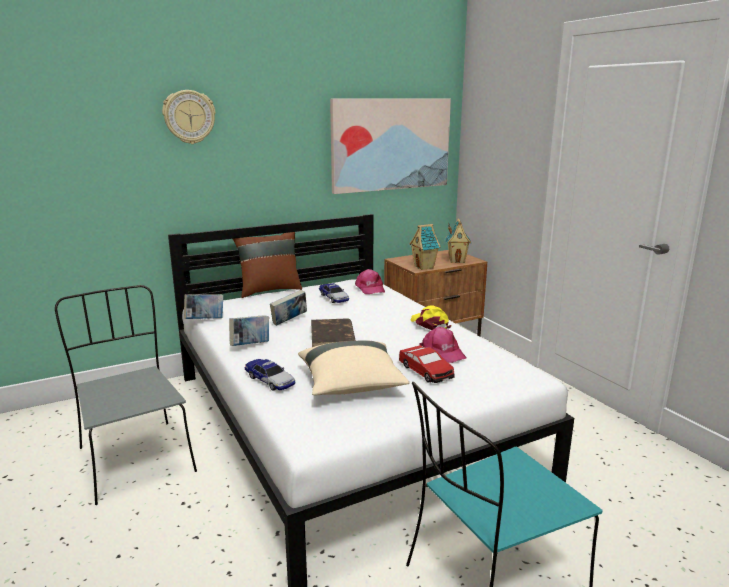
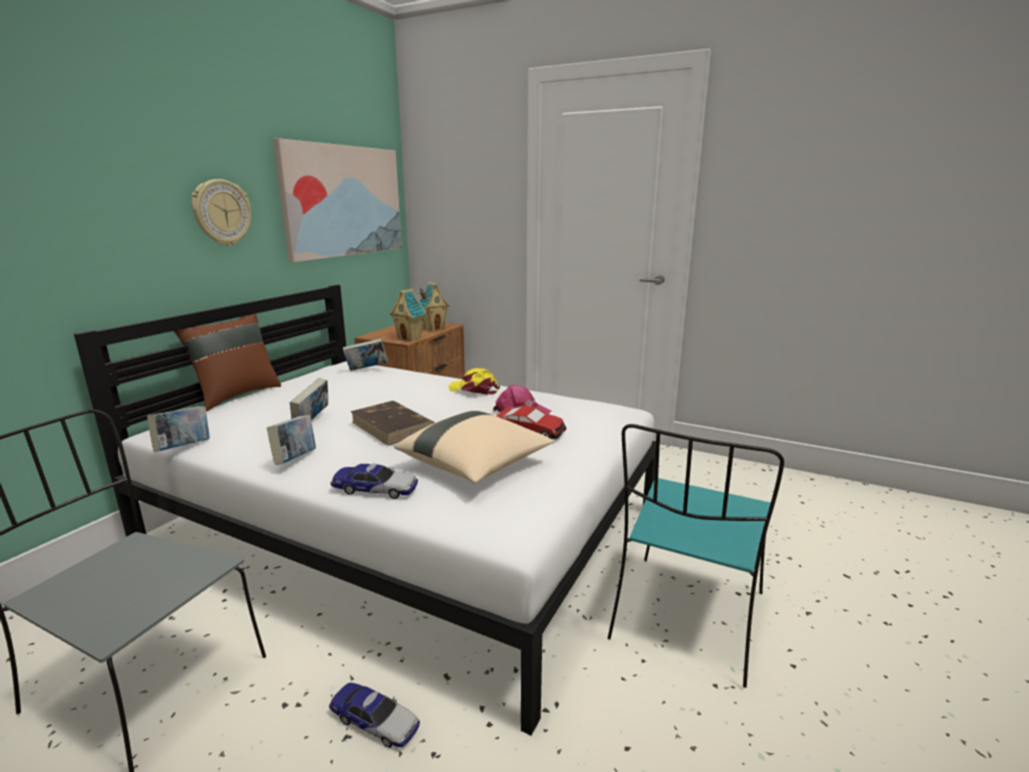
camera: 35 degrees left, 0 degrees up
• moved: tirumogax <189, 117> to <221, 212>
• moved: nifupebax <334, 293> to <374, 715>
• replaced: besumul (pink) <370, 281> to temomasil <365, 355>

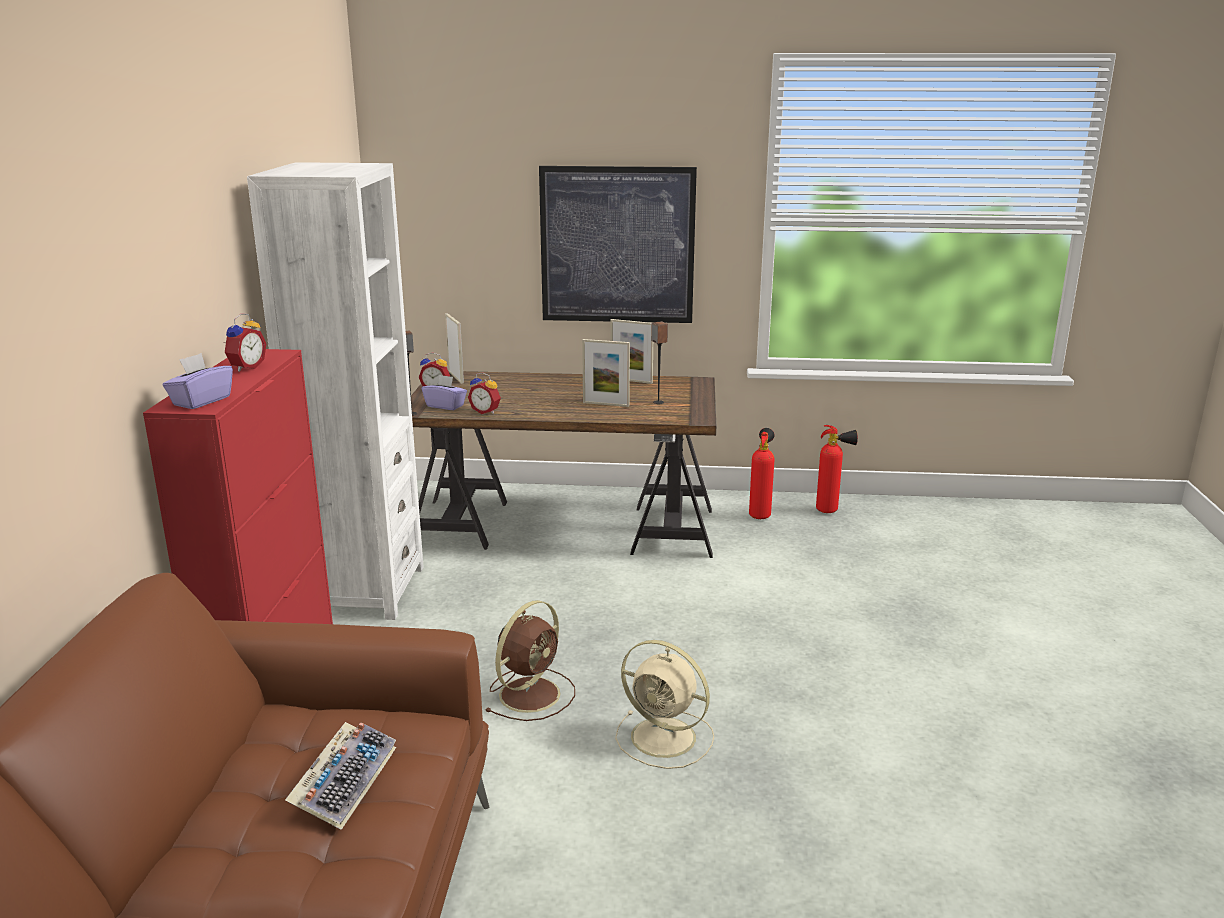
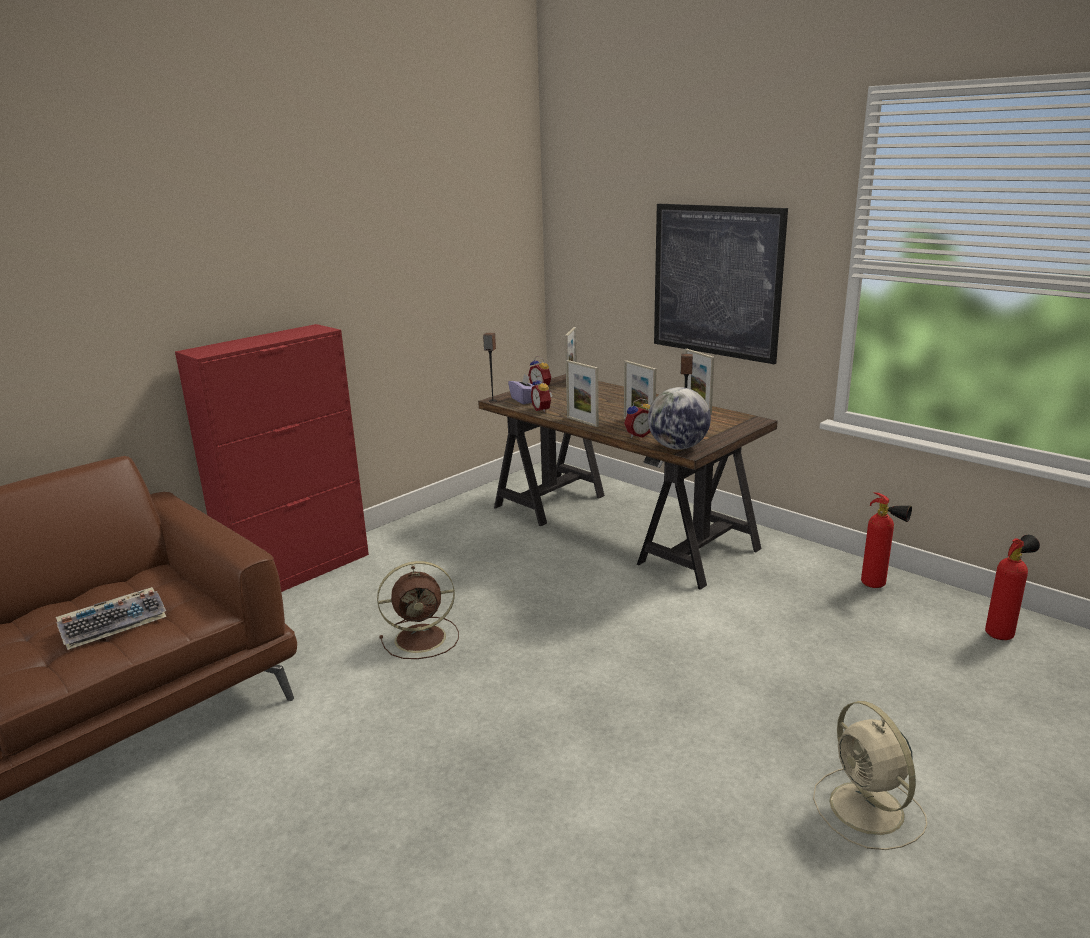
camera: 40 degrees right, 0 degrees up
• removed: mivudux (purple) <198, 381>
• moved: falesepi <245, 342> to <637, 418>
• removed: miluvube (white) <335, 391>
• moved: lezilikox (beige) <664, 704> to <870, 775>
• moved: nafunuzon <762, 473> to <1012, 587>
• added: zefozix <582, 393>
• added: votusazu <679, 418>

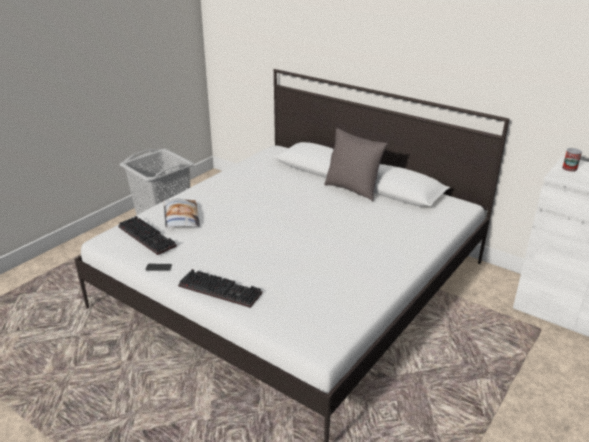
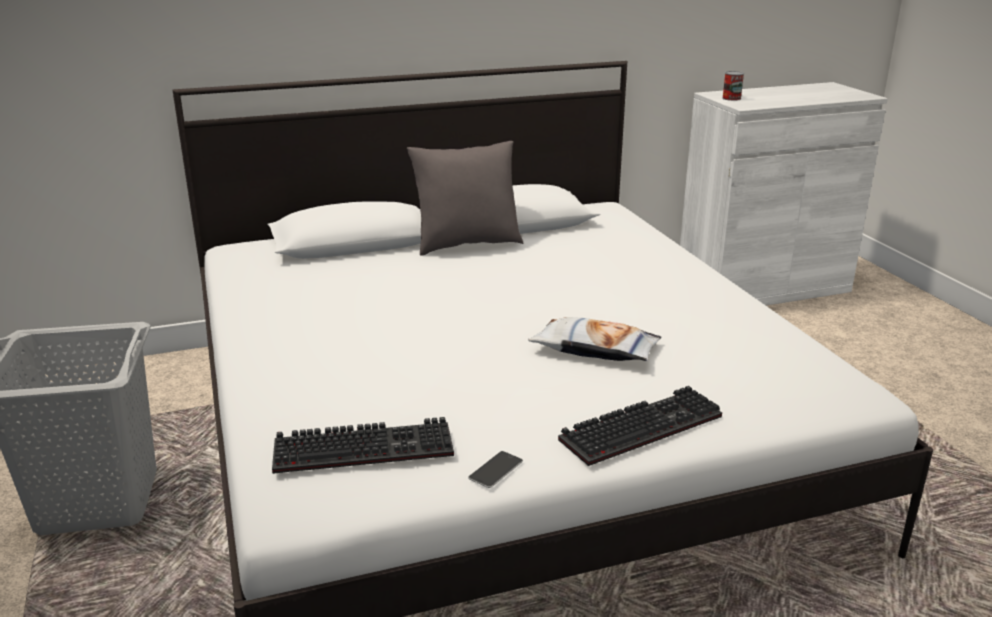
camera: 55 degrees left, 5 degrees down
• moved: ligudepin <181, 213> to <594, 339>

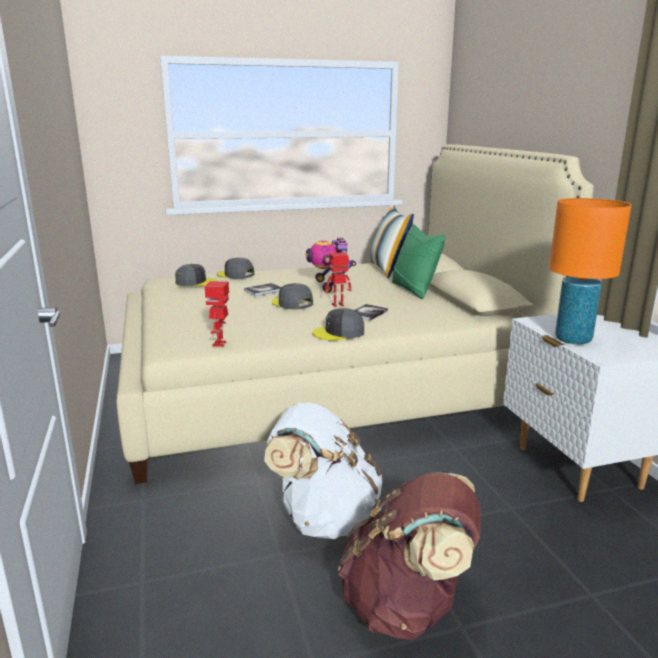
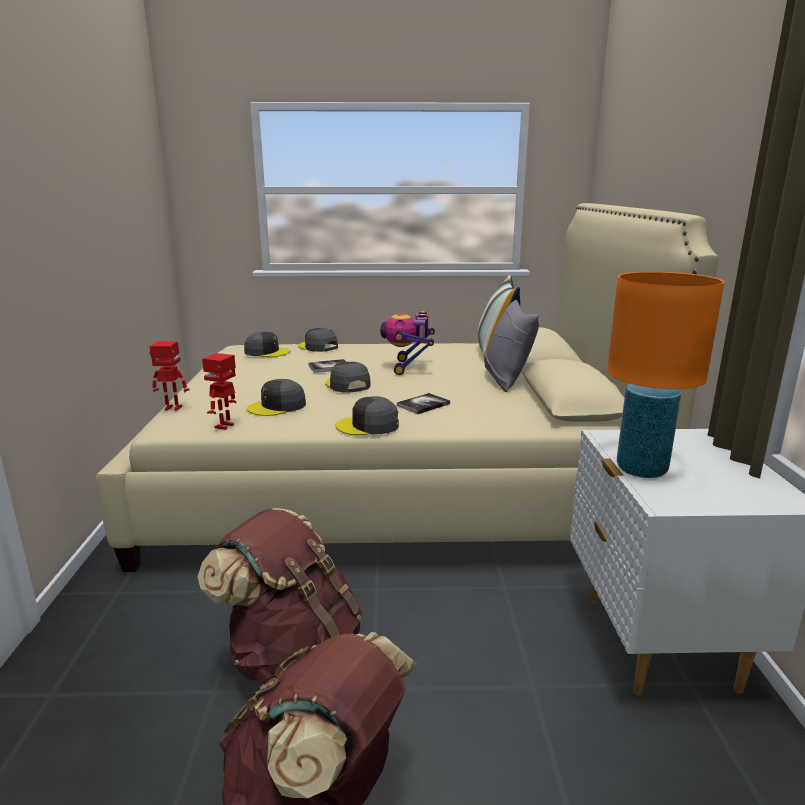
camera: 15 degrees right, 0 degrees up
• recoloured: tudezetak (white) <323, 470> to tudezetak (brown) <280, 596>
• moved: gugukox <338, 279> to <169, 376>
• recoloured: ligudepin (green) <419, 261> to ligudepin (grey) <512, 346>
• added: besumul (grey) <276, 397>

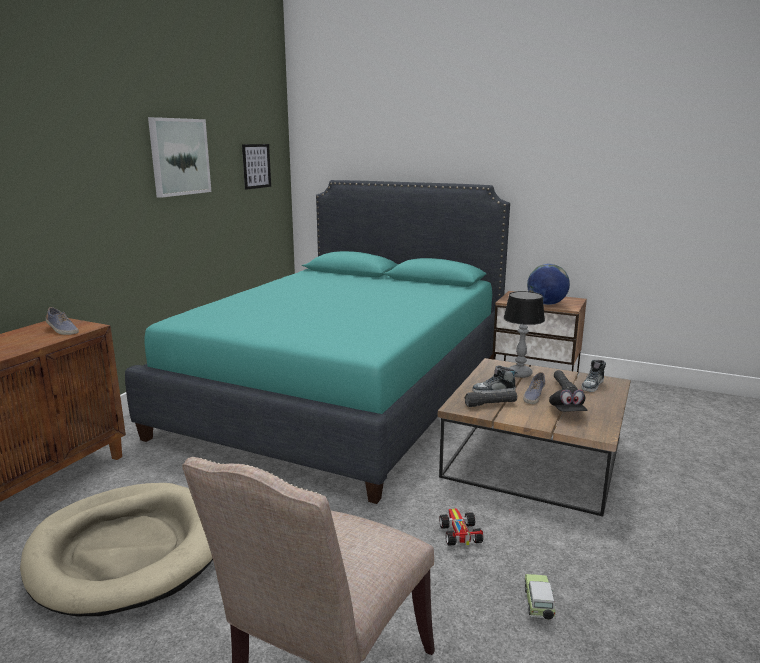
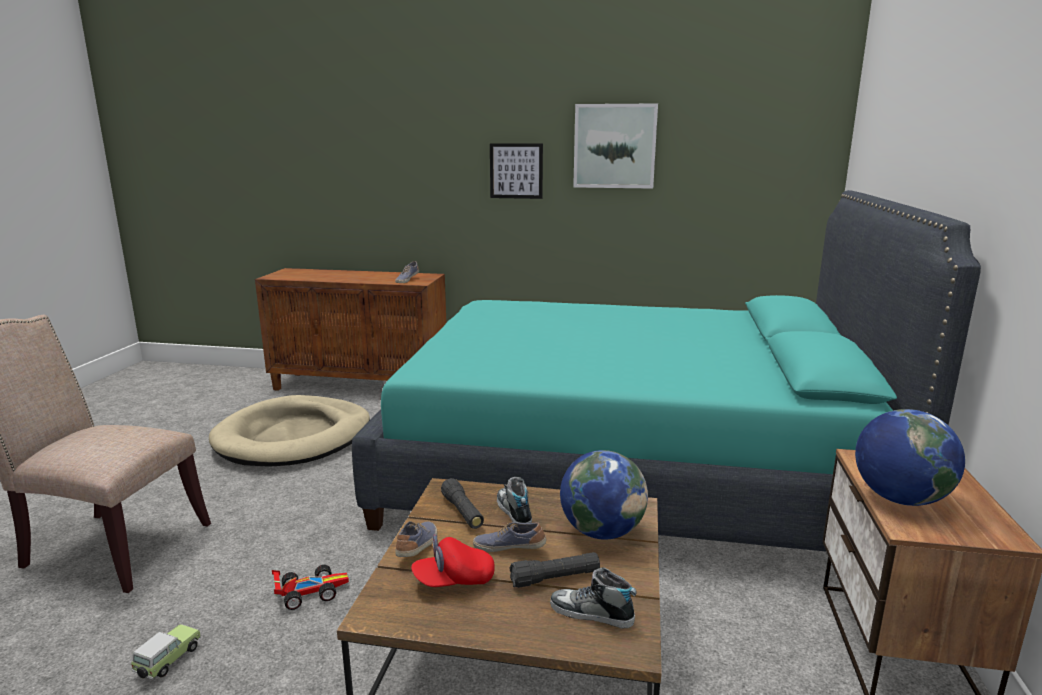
camera: 75 degrees right, 0 degrees up
• moved: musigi <256, 167> to <516, 171>
• replaced: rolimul <524, 334> to votusazu <604, 495>
• turned: nifupebax <540, 597> = <166, 651> 60 degrees counterclockwise
• recoloured: besumul (black) <568, 400> to besumul (red) <453, 560>
• added: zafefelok <416, 539>

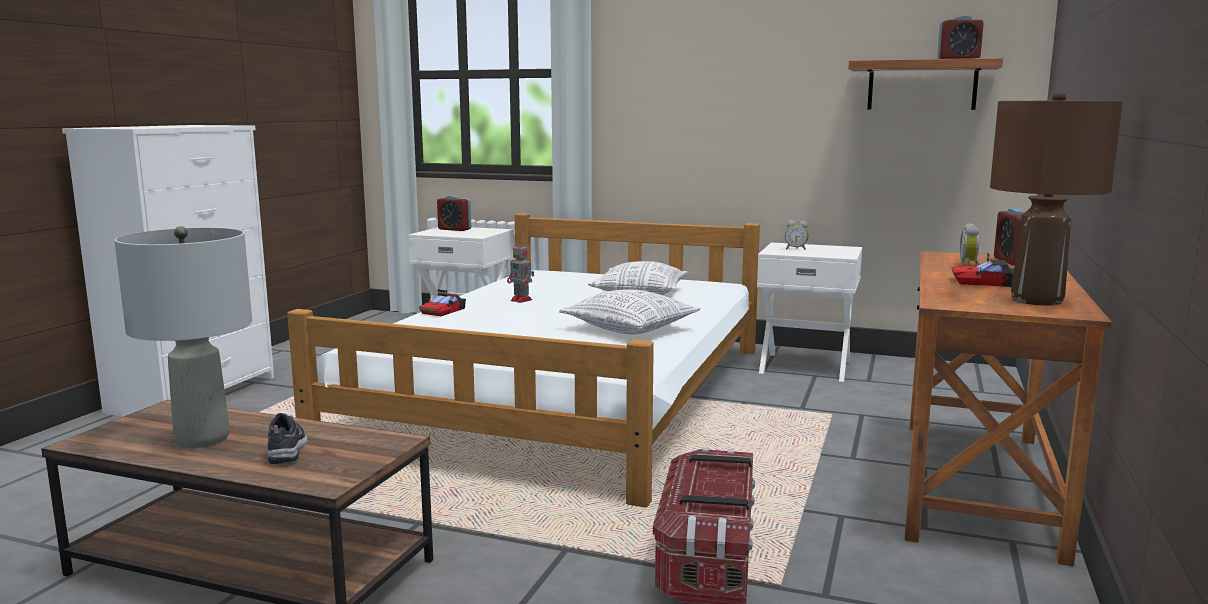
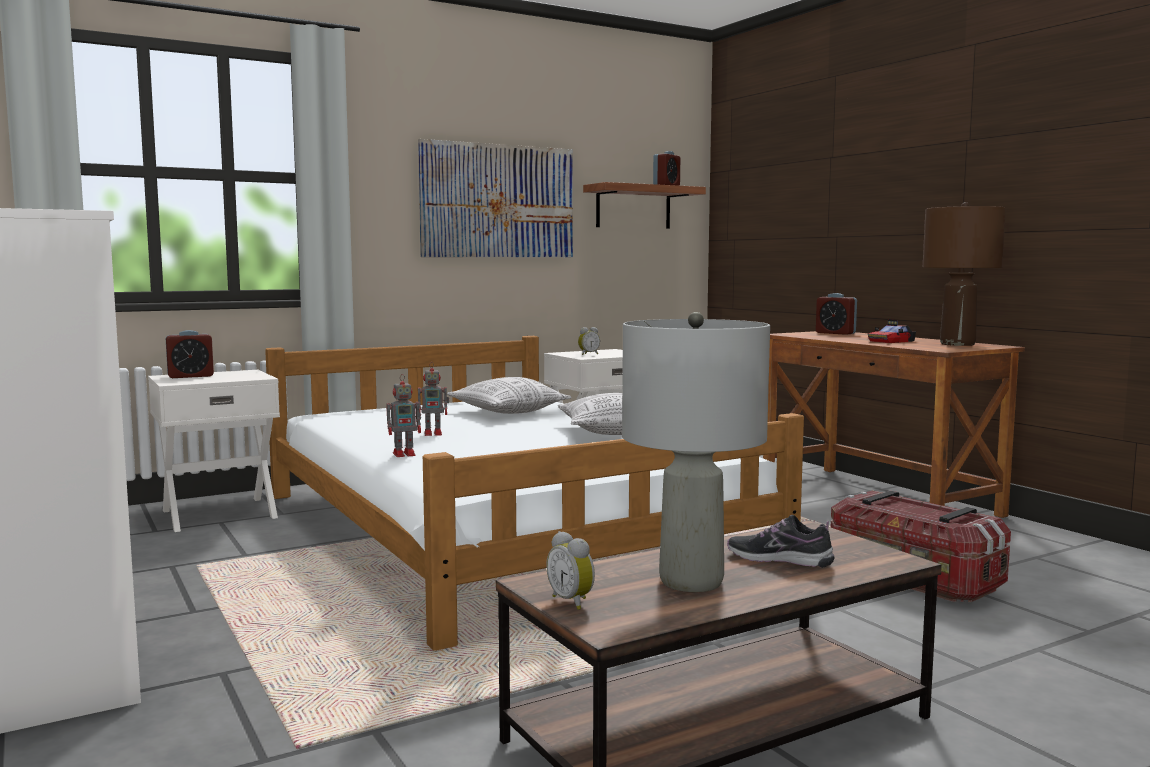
camera: 50 degrees left, 5 degrees down
• replaced: nifupebax <442, 303> to gugukox <404, 415>
• moved: falesepi <970, 244> to <570, 570>
• added: musigi <495, 198>

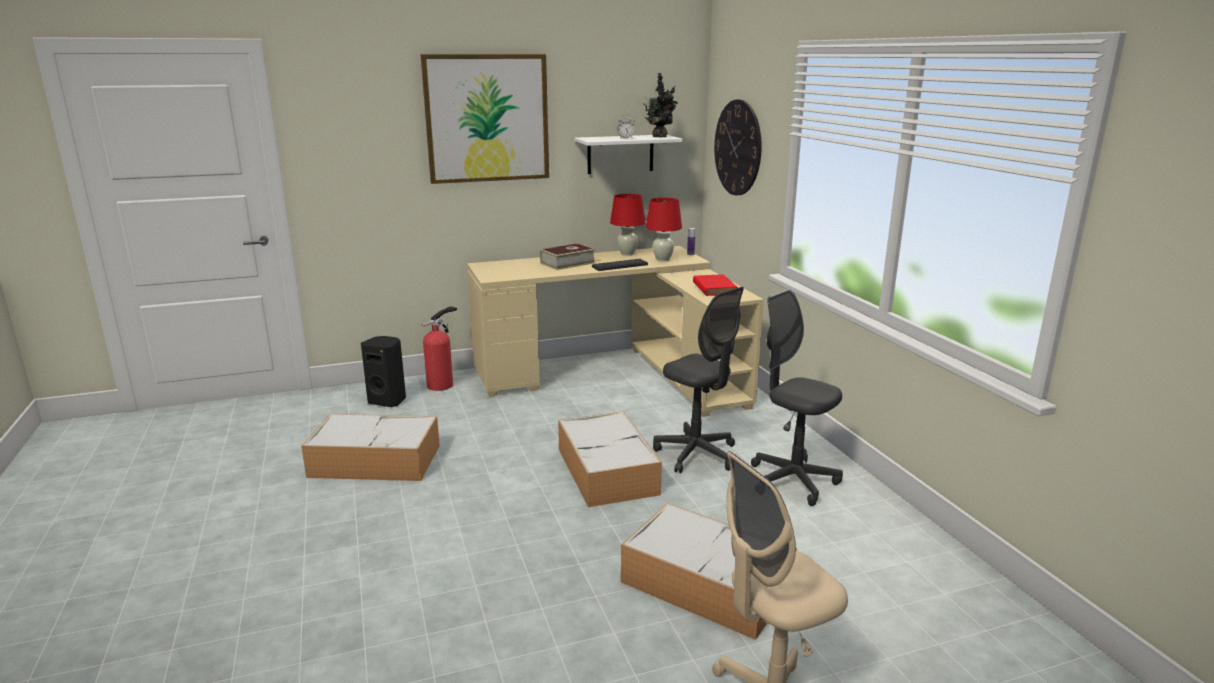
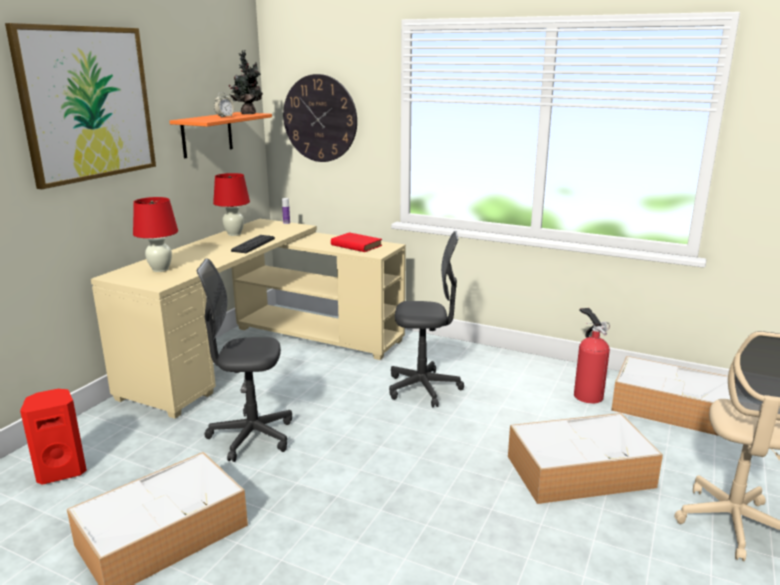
camera: 45 degrees left, 0 degrees up
• recoloured: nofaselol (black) <383, 371> to nofaselol (red) <53, 437>
• moved: nafunuzon <439, 348> to <592, 355>
• removed: temomasil <568, 256>
• moved: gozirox <610, 459> to <671, 396>
• recoloured: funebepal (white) <628, 154> to funebepal (orange) <221, 135>
• moved: rolimul (red) <664, 230> to <155, 234>
• moved: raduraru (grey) <797, 397> to <244, 360>

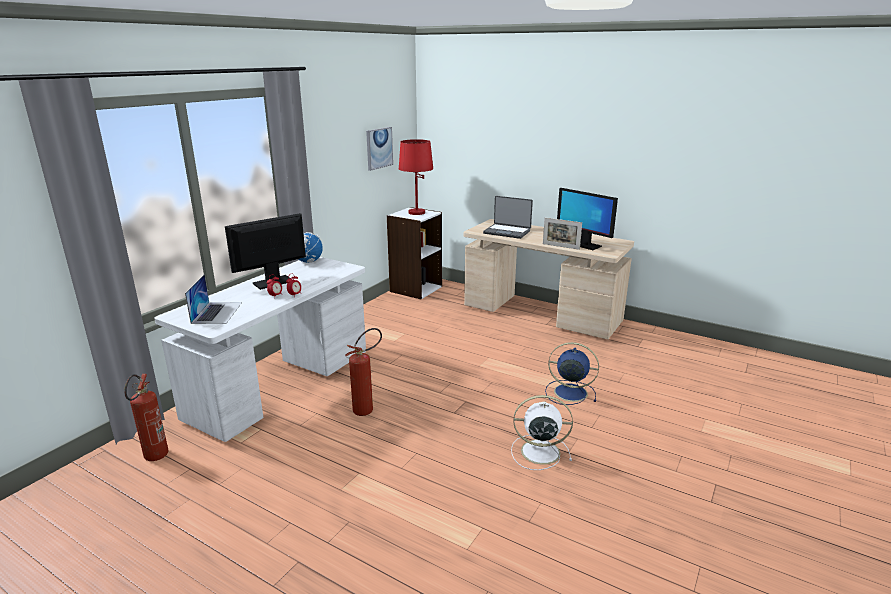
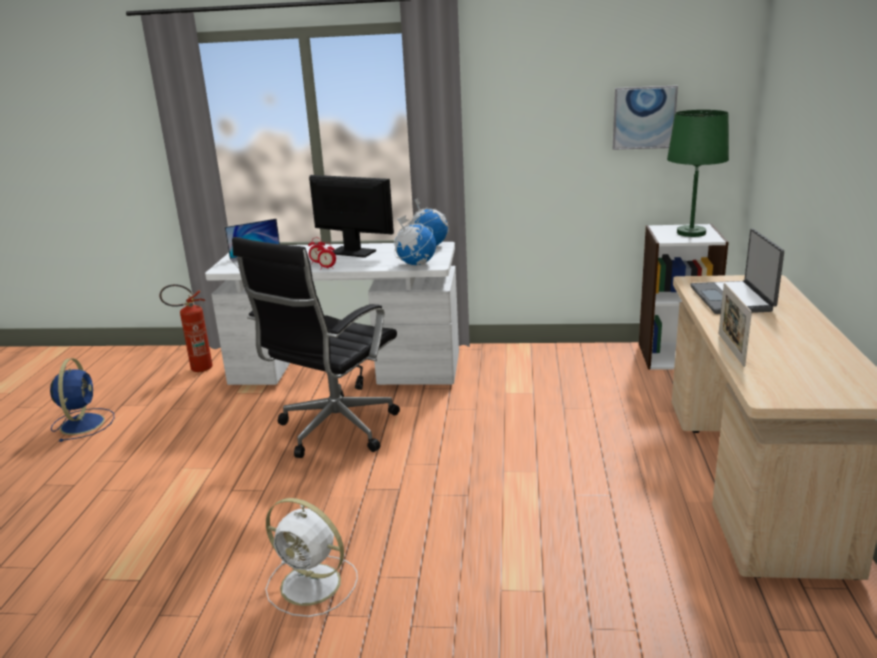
camera: 65 degrees right, 0 degrees up
• replaced: nafunuzon <363, 372> to raduraru (black) <316, 347>
• recoloured: rolimul (red) <416, 177> to rolimul (green) <698, 173>
• turned: lezilikox (white) <542, 432> = <311, 557> 135 degrees clockwise
• moved: lezilikox (blue) <572, 373> to <82, 400>
• removed: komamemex <587, 219>
• added: votusazu <415, 240>

